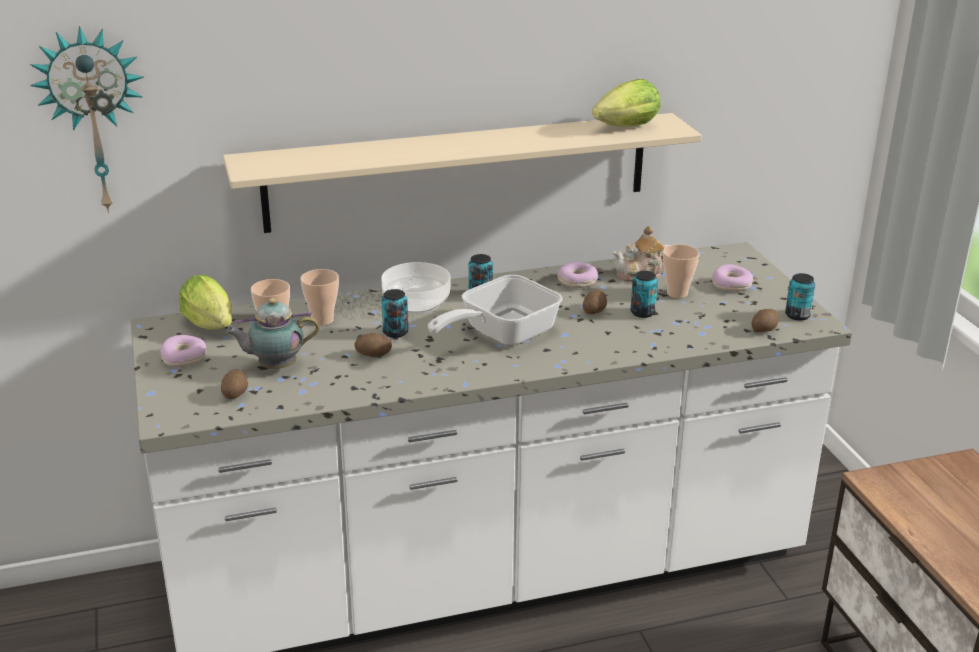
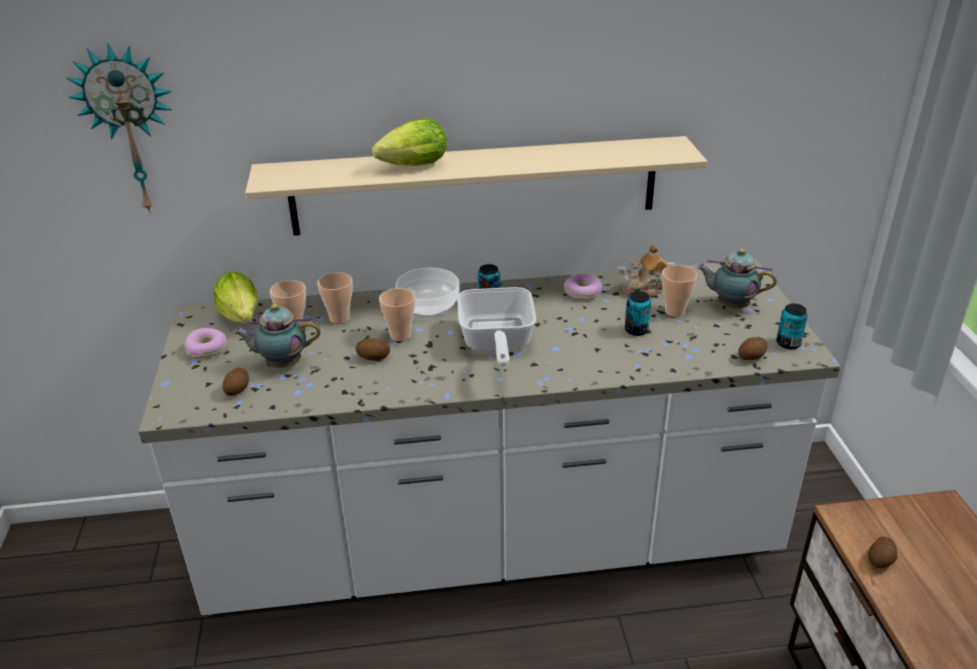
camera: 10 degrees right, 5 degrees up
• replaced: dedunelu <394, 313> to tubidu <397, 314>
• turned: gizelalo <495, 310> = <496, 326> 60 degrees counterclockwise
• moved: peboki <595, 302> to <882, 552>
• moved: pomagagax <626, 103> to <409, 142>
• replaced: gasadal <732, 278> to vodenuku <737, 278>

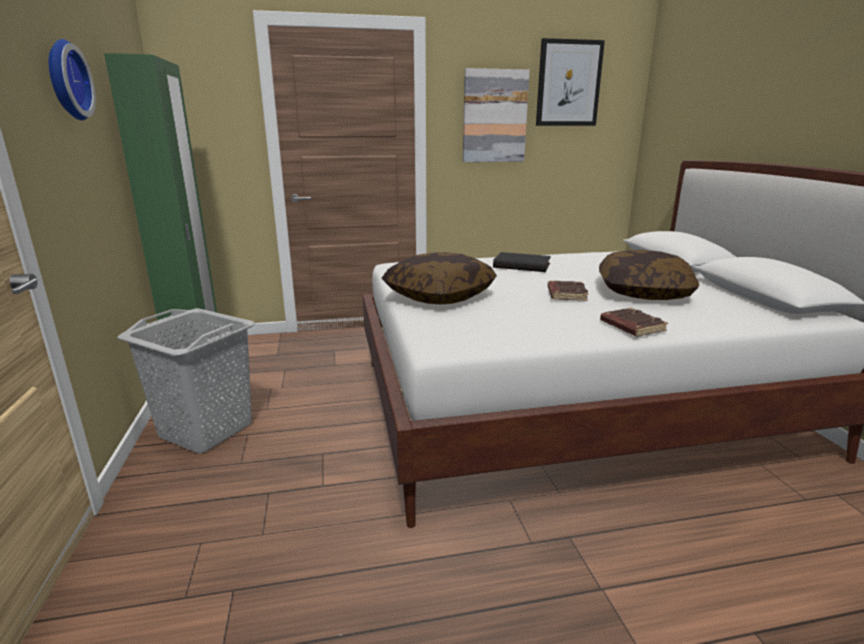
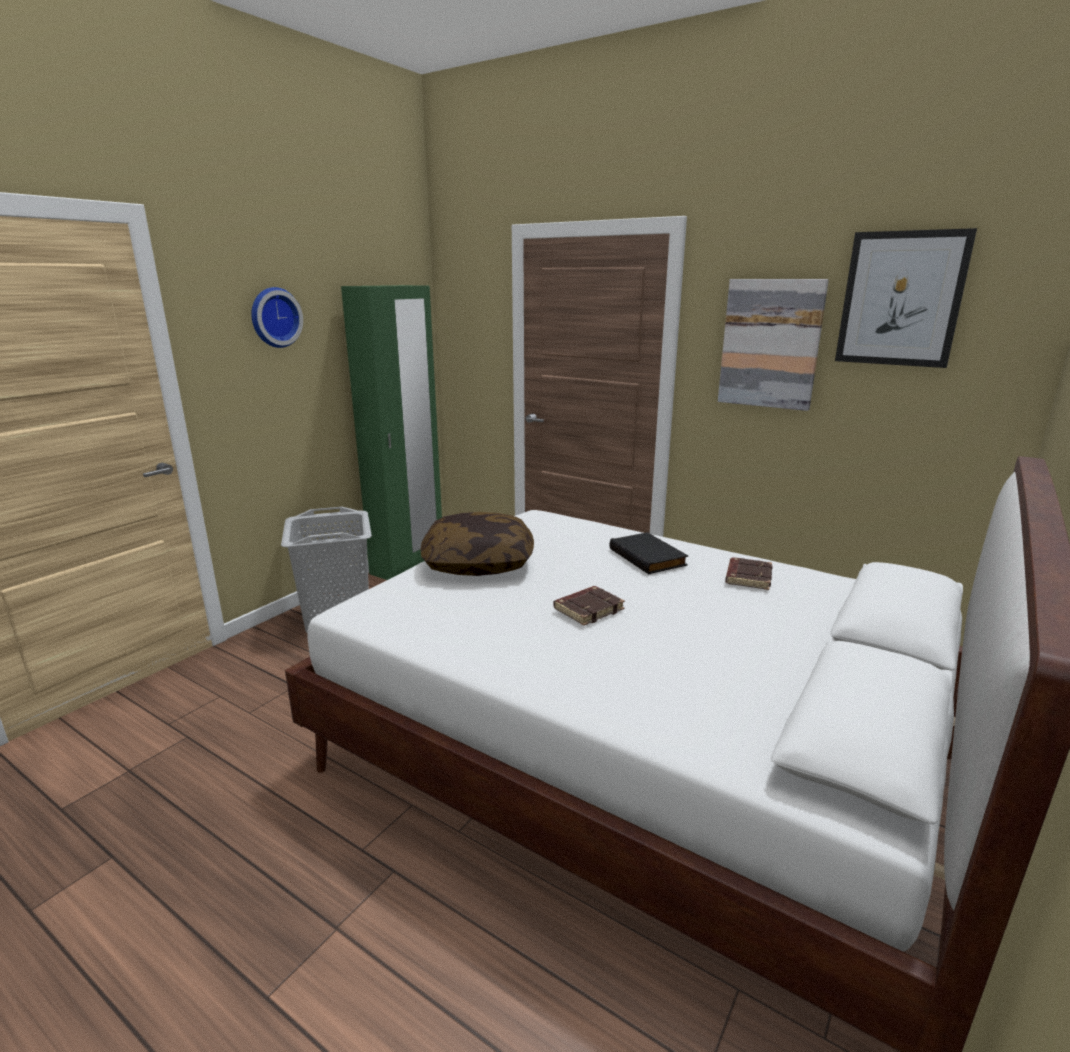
camera: 45 degrees right, 0 degrees up
• removed: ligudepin <649, 275>
• moved: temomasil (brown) <634, 322> to <749, 573>

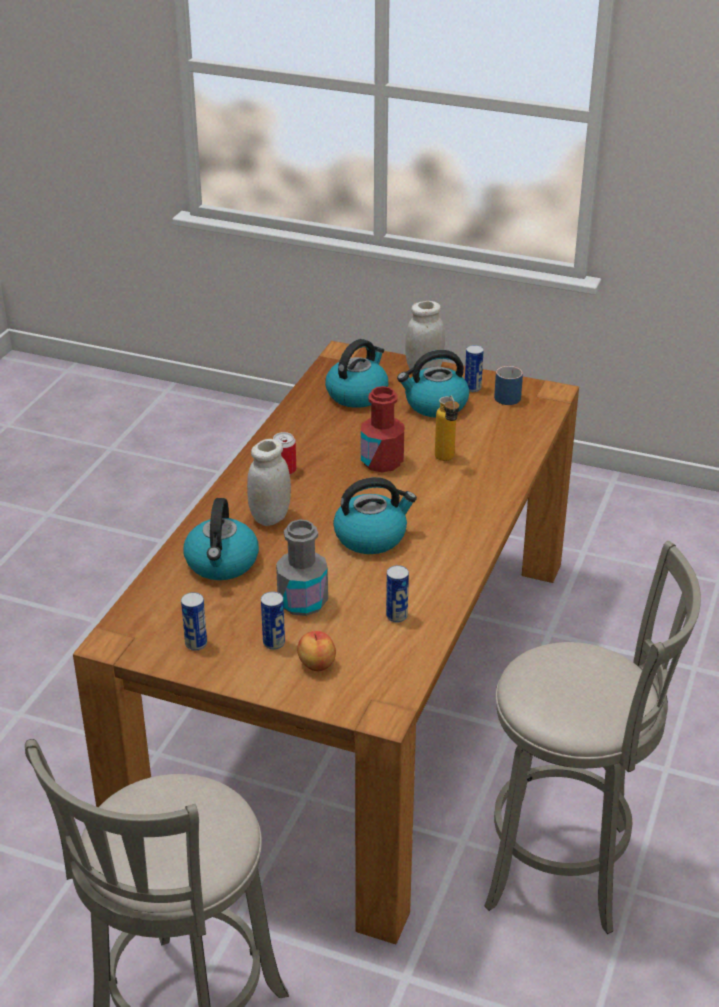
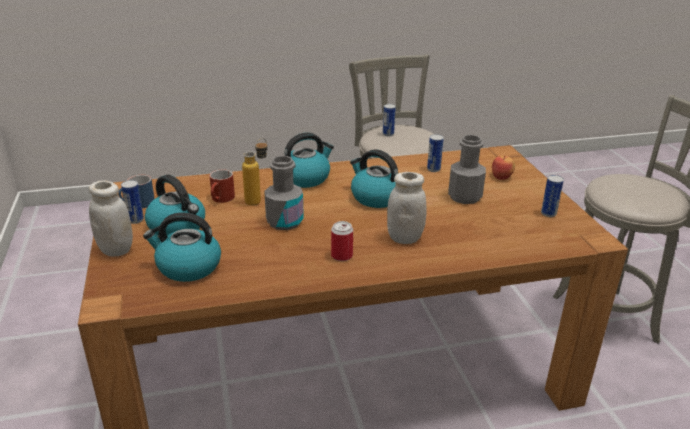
camera: 125 degrees left, 5 degrees down
• moved: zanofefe <221, 539> to <309, 160>
• moved: dedunelu <273, 620> to <389, 120>
• recoloured: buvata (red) <382, 429> to buvata (grey) <284, 193>
• added: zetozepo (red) <222, 186>

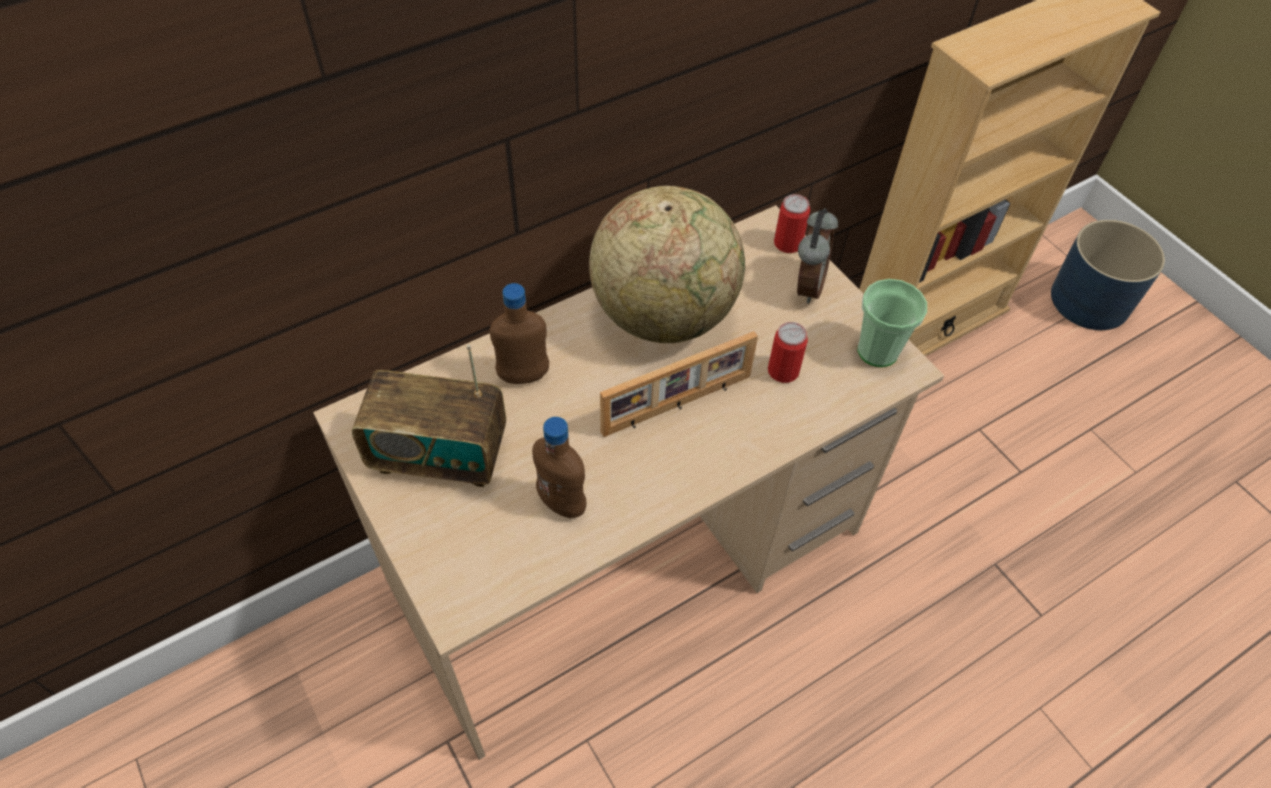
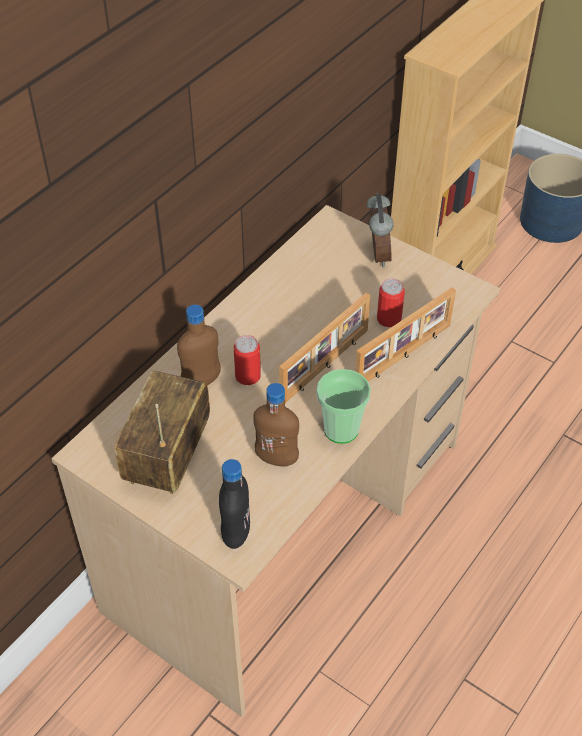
camera: 20 degrees left, 5 degrees down
• turned: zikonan <429, 415> = <162, 432> 120 degrees clockwise
• removed: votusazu <667, 264>
• moved: dedunelu <792, 223> to <247, 360>
• moved: tubidu <892, 323> to <343, 406>
• added: buvata (black) <234, 504>
• added: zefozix <405, 334>

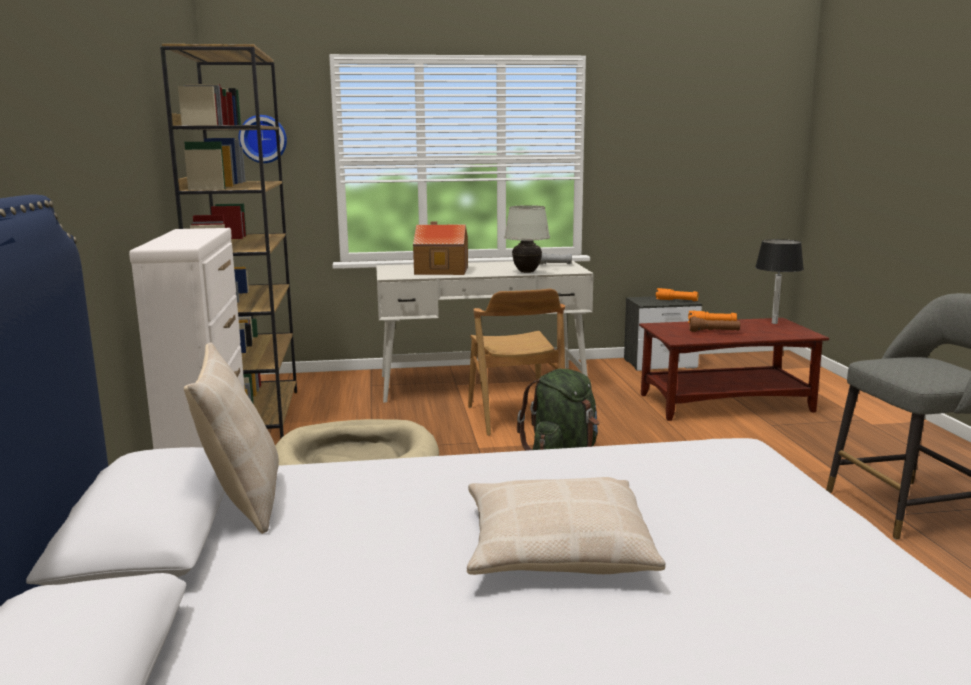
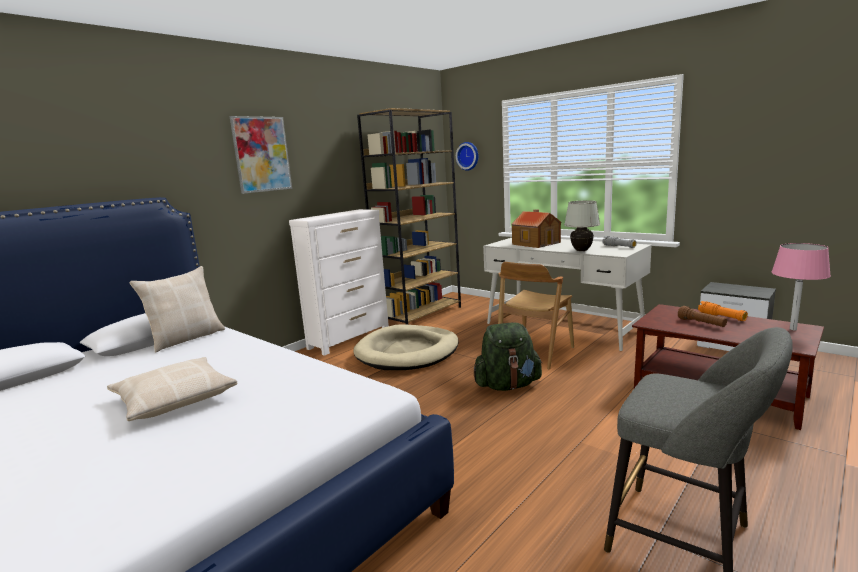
camera: 50 degrees right, 0 degrees up
• removed: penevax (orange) <677, 294>
• recoloured: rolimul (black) <779, 281> to rolimul (pink) <801, 286>
• added: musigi <260, 155>

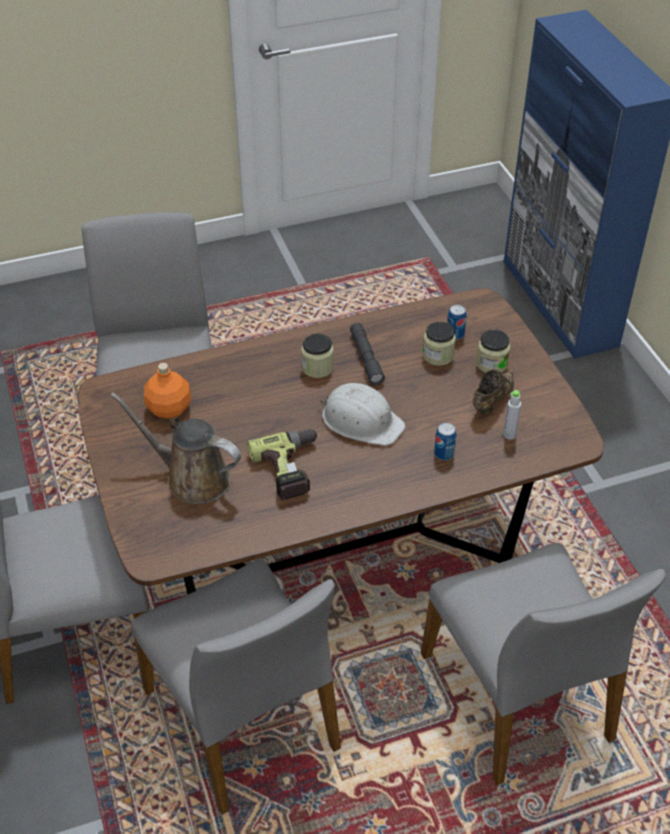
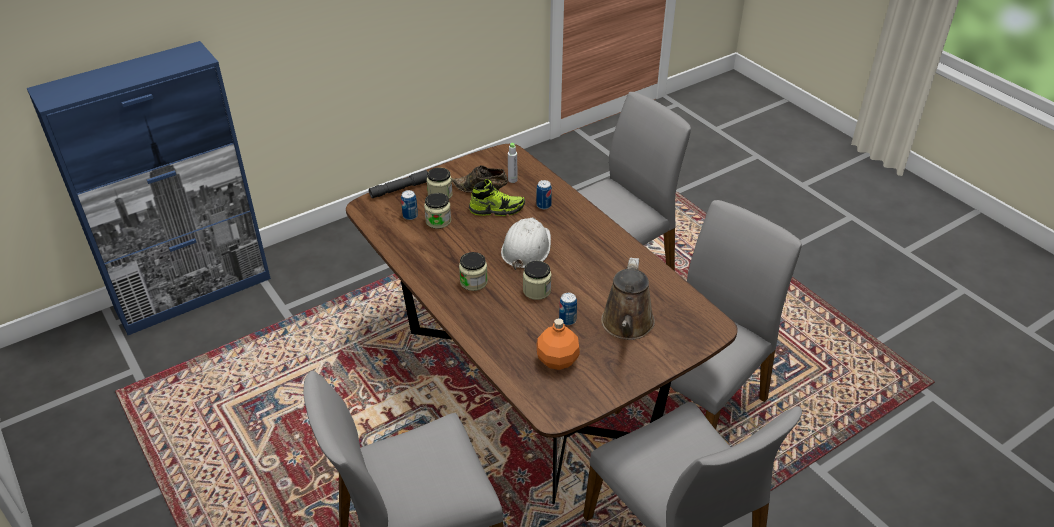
camera: 105 degrees left, 5 degrees down
• removed: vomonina <282, 464>
• moved: penevax (grey) <367, 354> to <398, 184>
• added: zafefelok <497, 197>
• added: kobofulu <537, 280>
• added: dedunelu <568, 309>

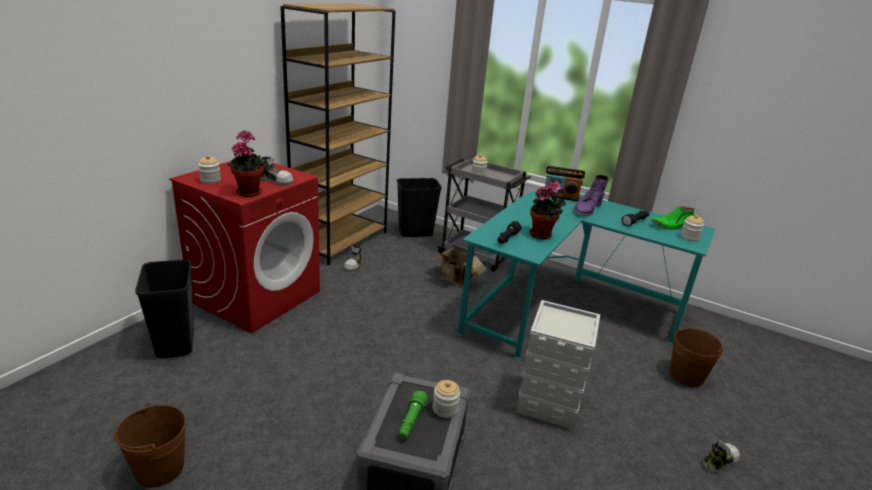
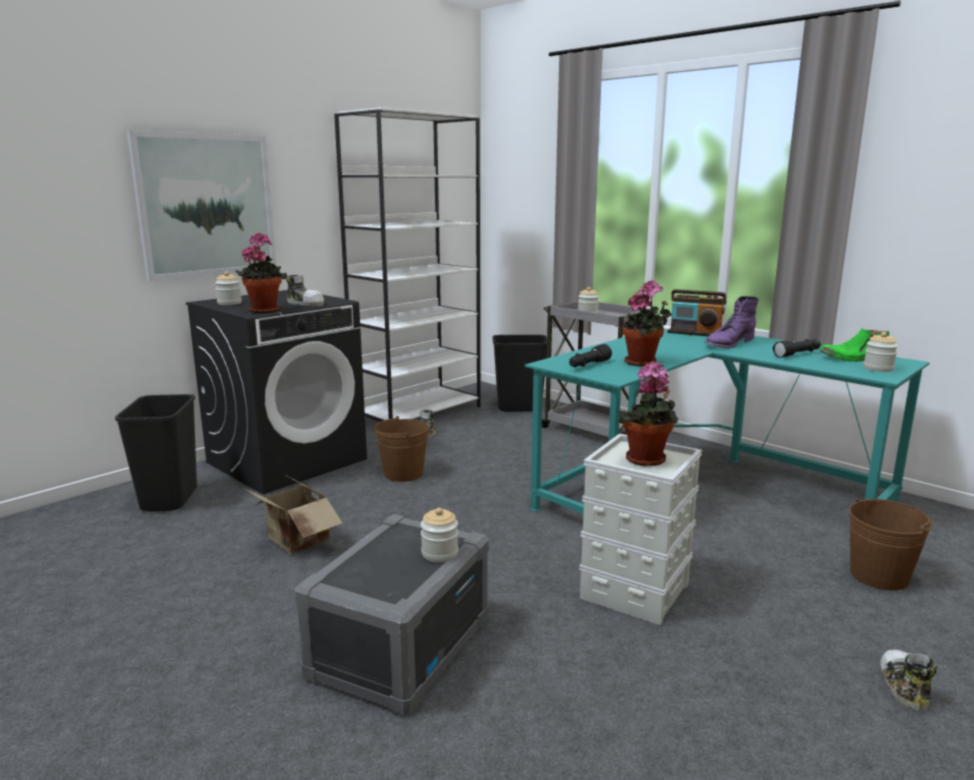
camera: 15 degrees right, 10 degrees down
• moved: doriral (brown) <149, 446> to <401, 449>
• recoloured: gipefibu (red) <244, 247> to gipefibu (black) <276, 392>
• recoloured: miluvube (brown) <337, 134> to miluvube (white) <407, 264>
• removed: penevax (green) <413, 415>
• moved: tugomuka <458, 265> to <293, 515>
• turned: zafefelok <721, 457> = <908, 681> 60 degrees counterclockwise
• added: musigi <201, 205>
• added: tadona <648, 413>

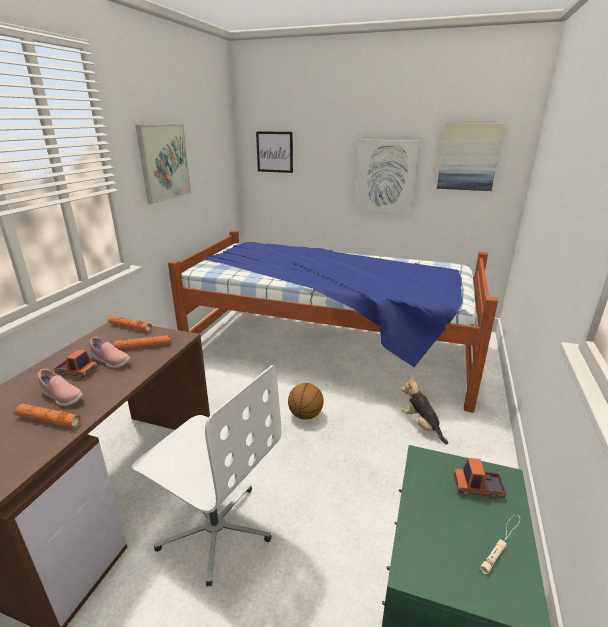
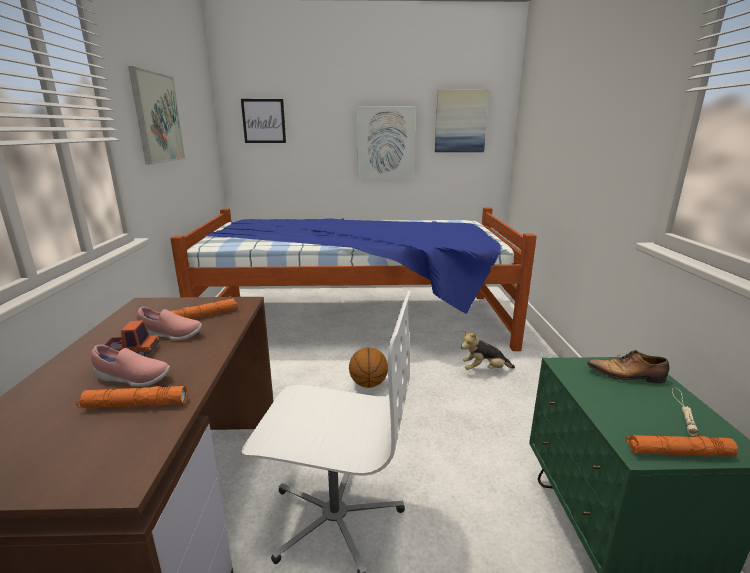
camera: 20 degrees left, 5 degrees down
• moved: penevax (orange) <130, 324> to <682, 446>
• turned: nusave <424, 410> = <488, 350> 45 degrees counterclockwise
• replaced: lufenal <480, 478> to zafefelok <628, 367>

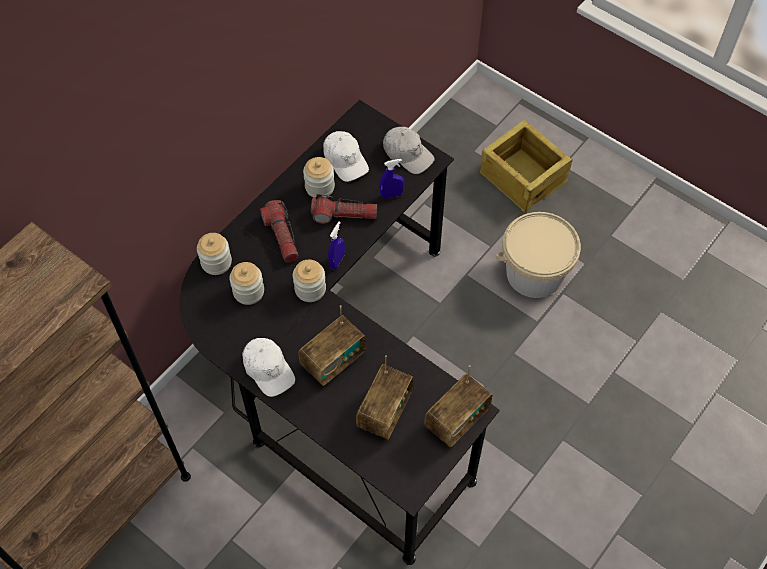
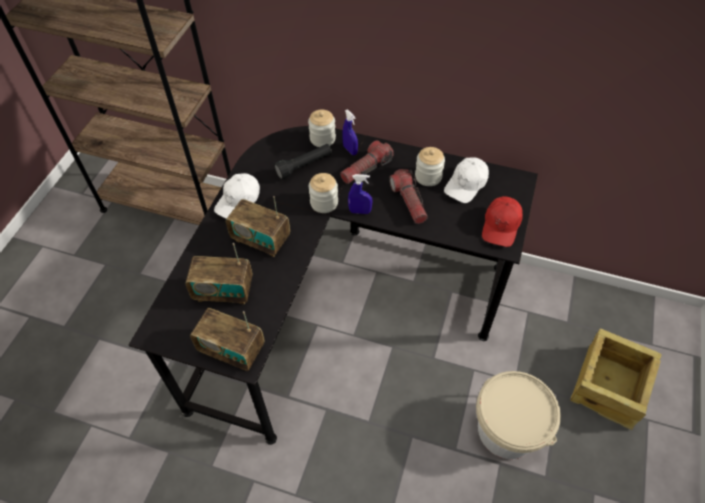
camera: 70 degrees right, 5 degrees down
• replaced: kobofulu <246, 283> to penevax (black) <303, 162>
• moved: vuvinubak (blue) <392, 179> to <350, 132>
• recoloured: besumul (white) <409, 150> to besumul (red) <502, 221>

